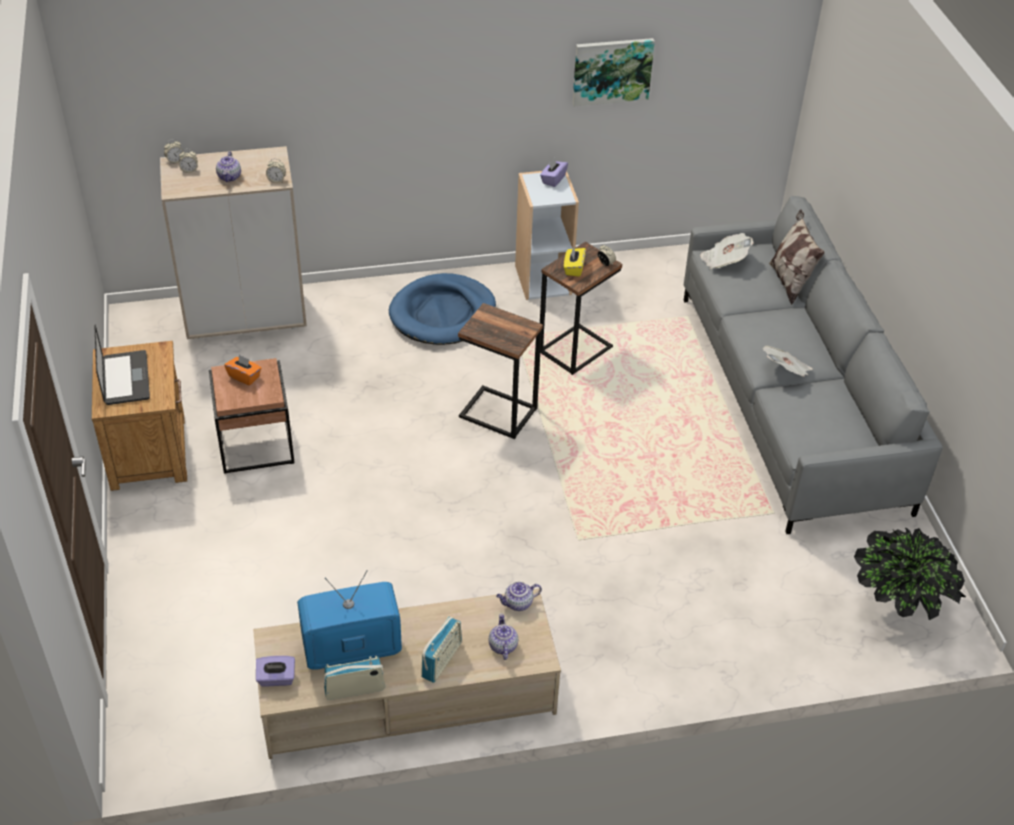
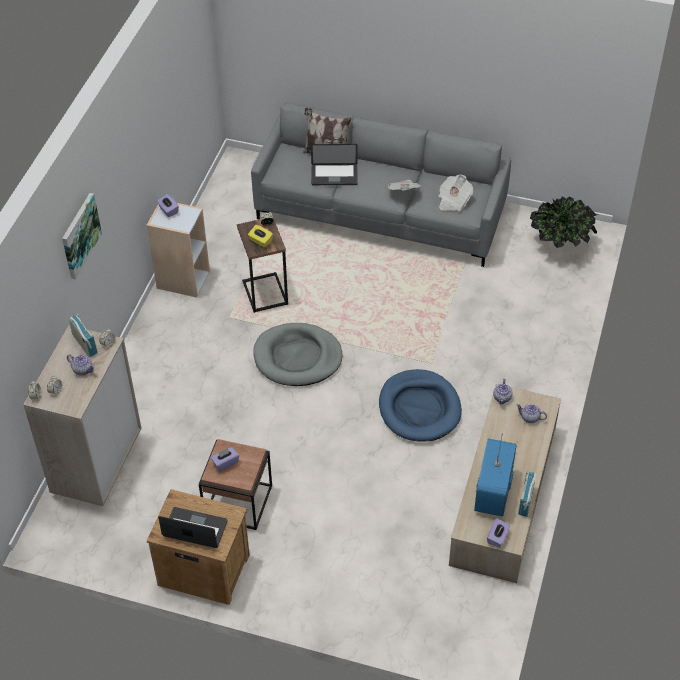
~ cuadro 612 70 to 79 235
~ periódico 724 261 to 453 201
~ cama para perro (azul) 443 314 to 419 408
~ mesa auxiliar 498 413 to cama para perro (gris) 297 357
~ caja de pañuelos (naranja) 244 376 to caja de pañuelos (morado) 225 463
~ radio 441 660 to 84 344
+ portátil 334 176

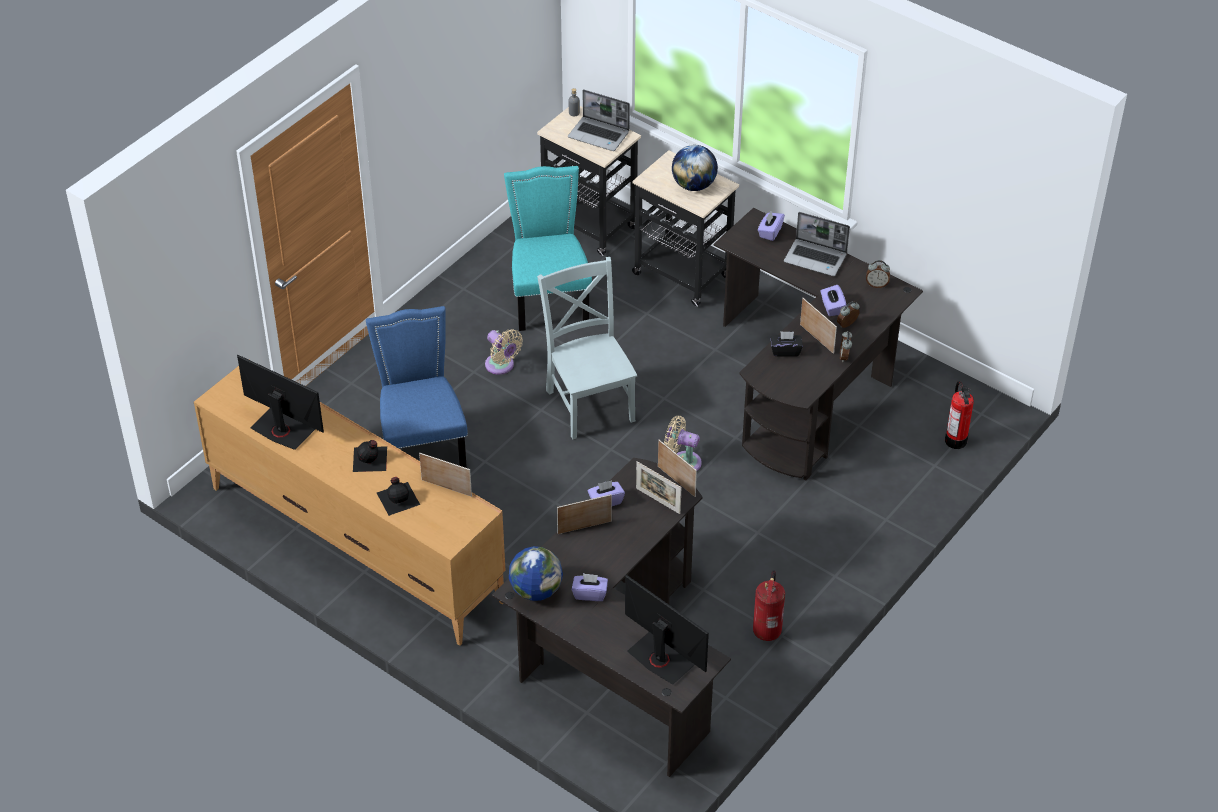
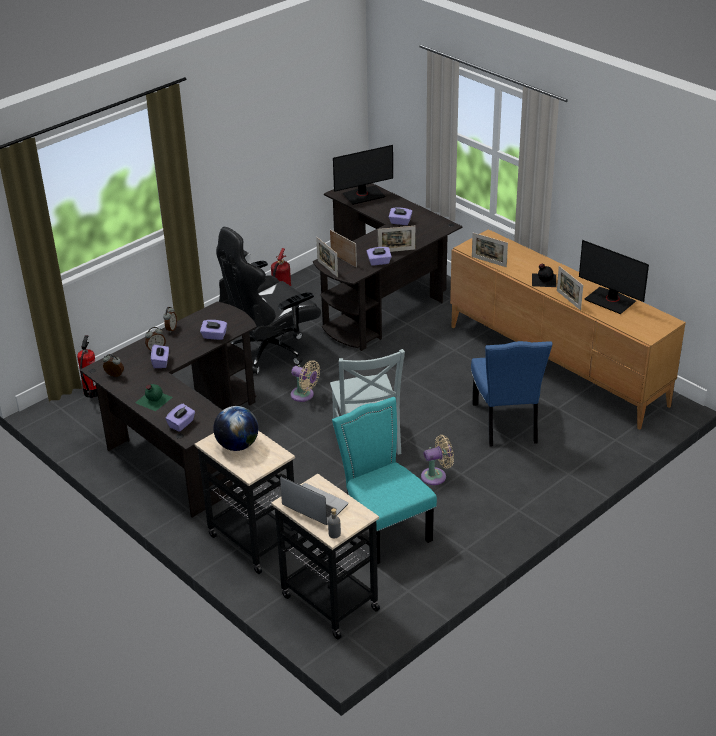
~ silla (turquesa) 549 300 = 384 530 150 degrees clockwise
~ portátil 816 258 to botella (verde) 153 400
~ portarretratos 816 339 to 568 300
~ ventilador (beis) 501 366 = 436 476 105 degrees clockwise
~ caja de pañuelos (negro) 785 351 to caja de pañuelos (morado) 214 336
- botella (negro) 398 498
- globo terráqueo 536 590
~ monitor 662 657 = 363 195 75 degrees counterclockwise
+ silla de oficina (negro) 272 349

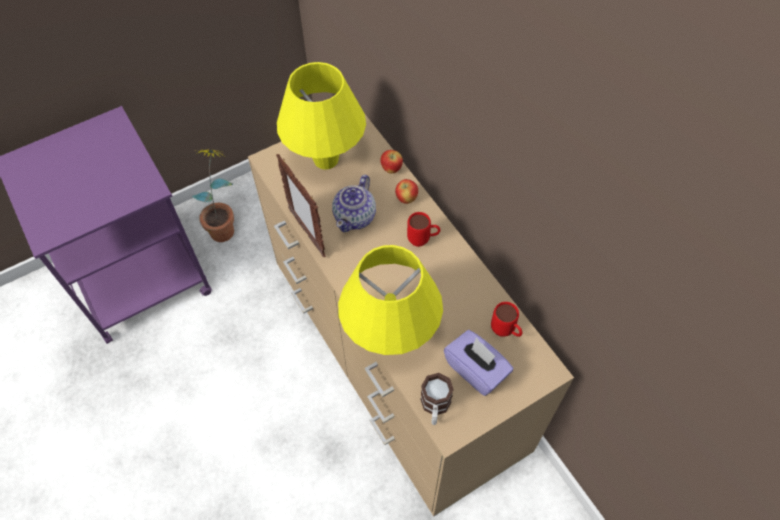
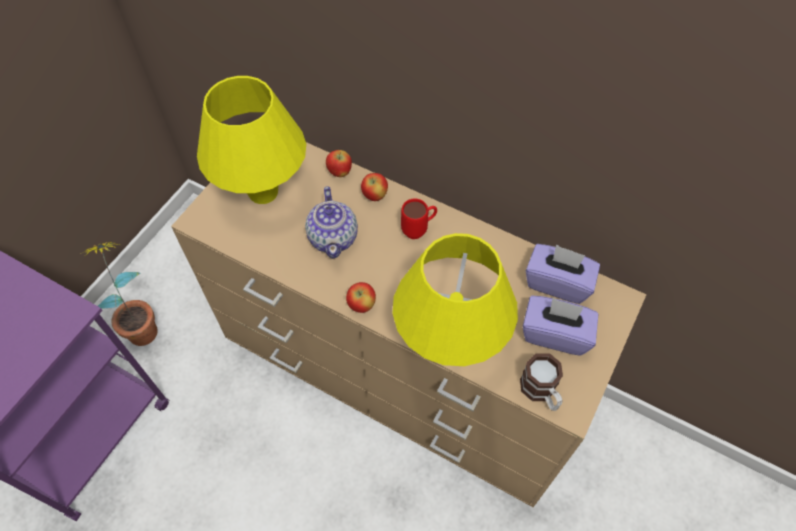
- portarretratos 307 233
~ taza grande (rojo) 505 332 to caja de pañuelos (morado) 557 282
+ manzana 362 305

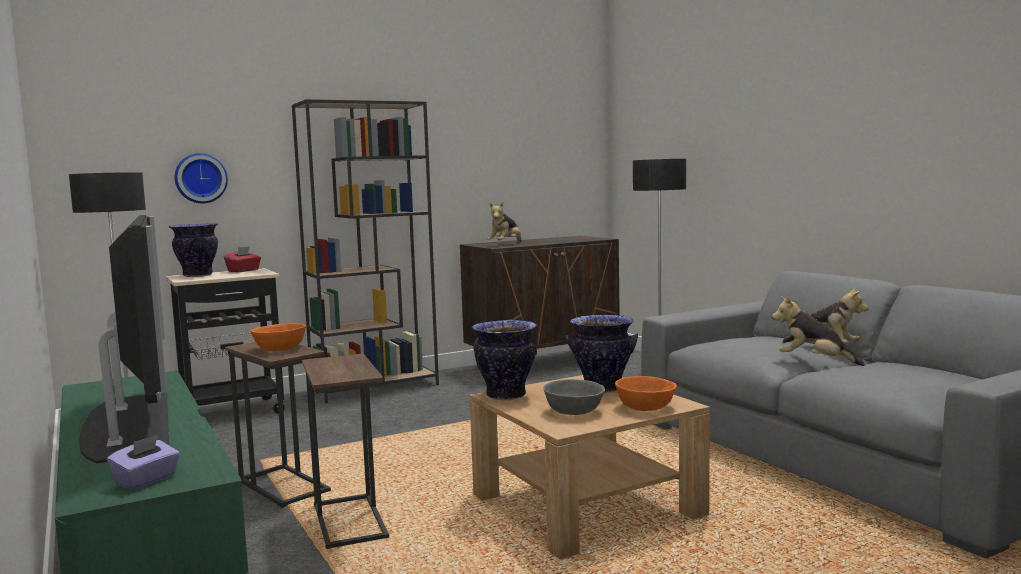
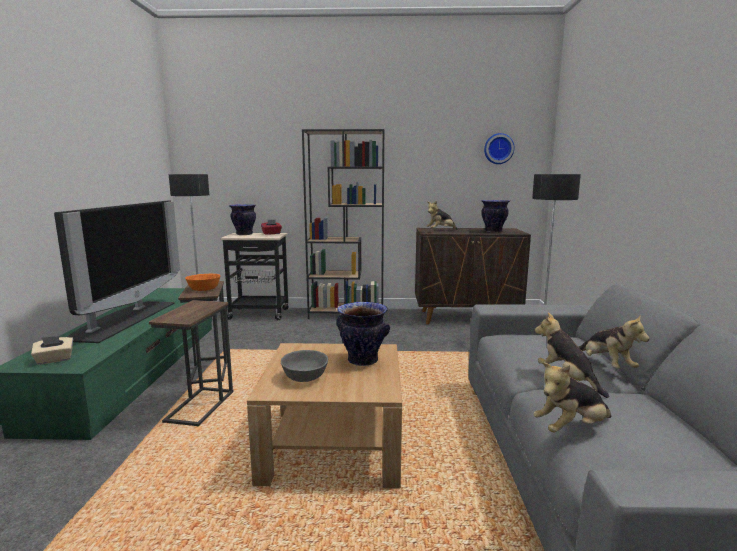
~ reloj de pared 200 178 to 498 149
~ florero 505 396 to 493 231
- cuenco (naranja) 645 407
~ caja de pañuelos (morado) 146 480 to caja de pañuelos (beis) 54 360
+ peluche 571 428

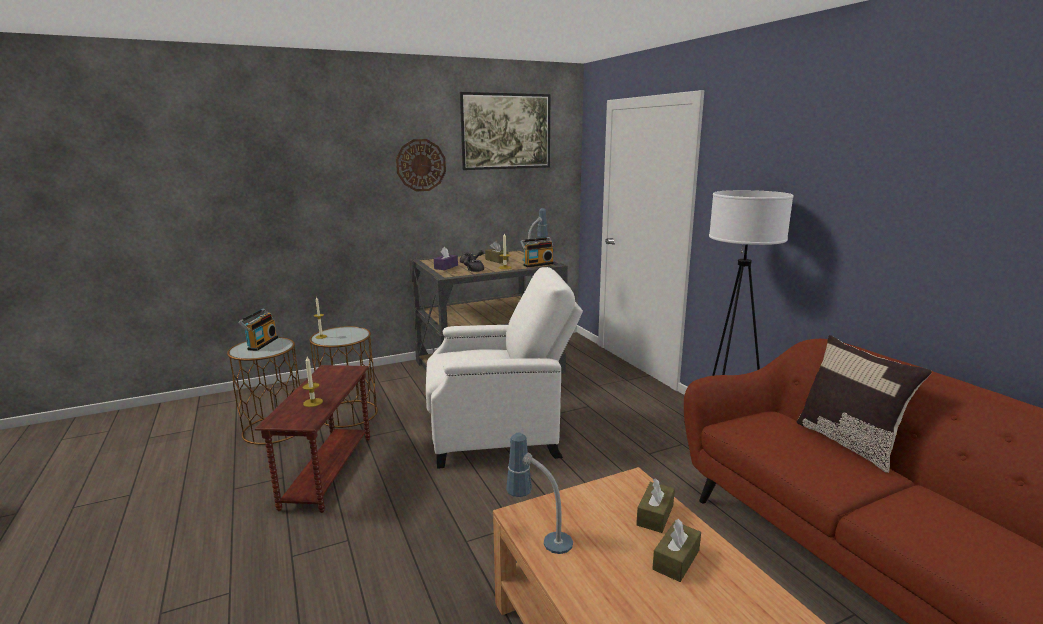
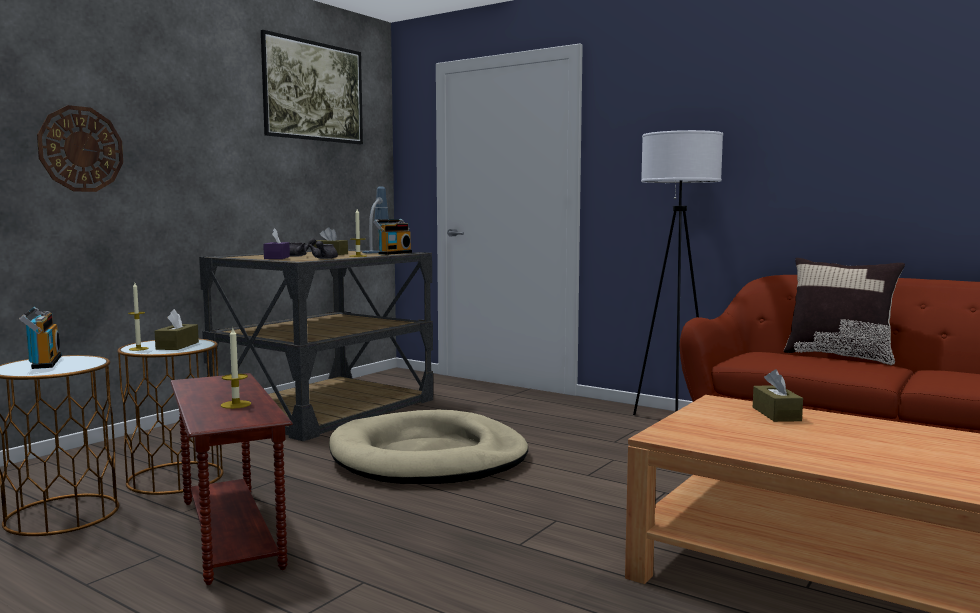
~ reloj de pared 421 165 to 81 149
~ sillón (blanco) 500 434 to cama para perro (beis) 429 457
- lámpara de mesa 539 537
~ caja de pañuelos (marrón) 676 560 to 177 346

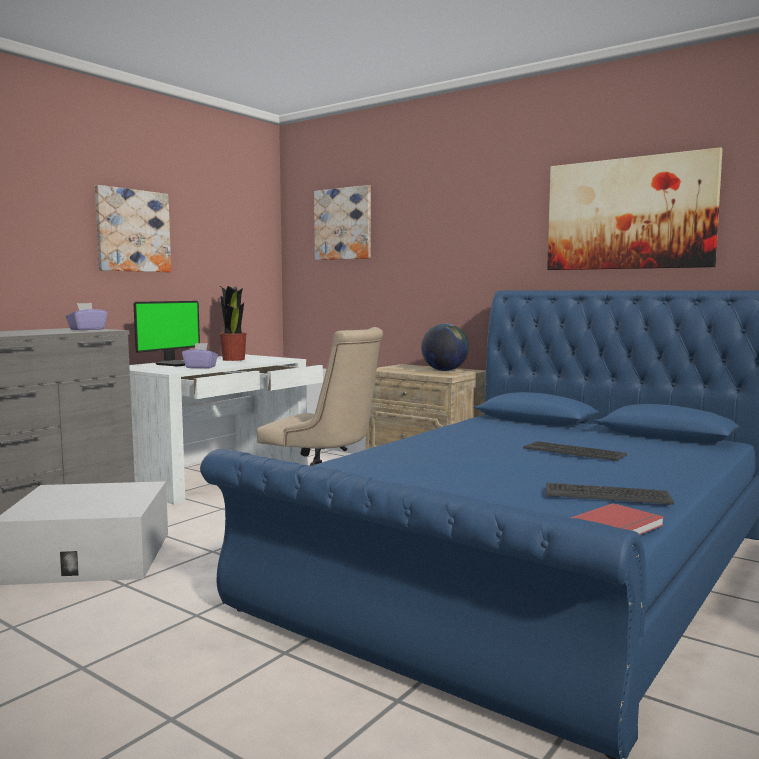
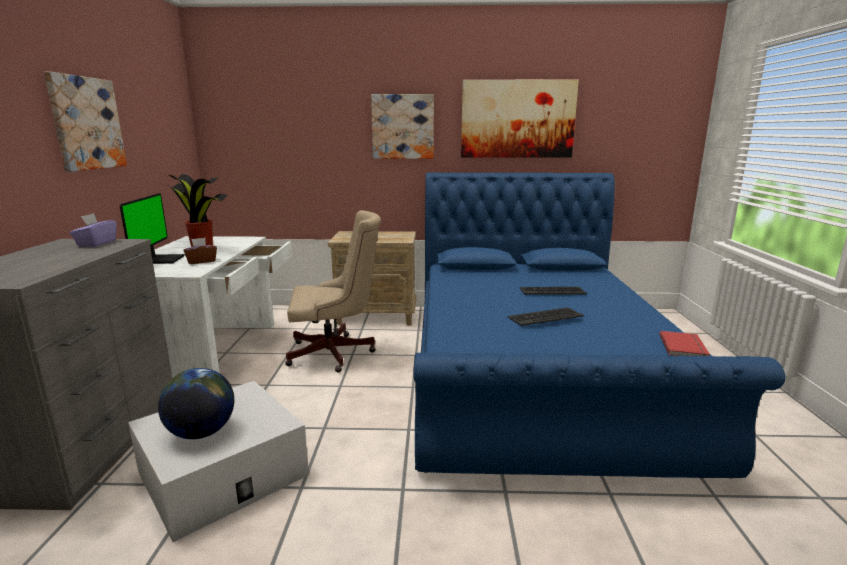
~ cuadro 343 224 to 403 127
~ globo terráqueo 444 370 to 201 432
~ caja de pañuelos (morado) 200 367 to caja de pañuelos (marrón) 201 261
~ teclado 607 494 to 545 317

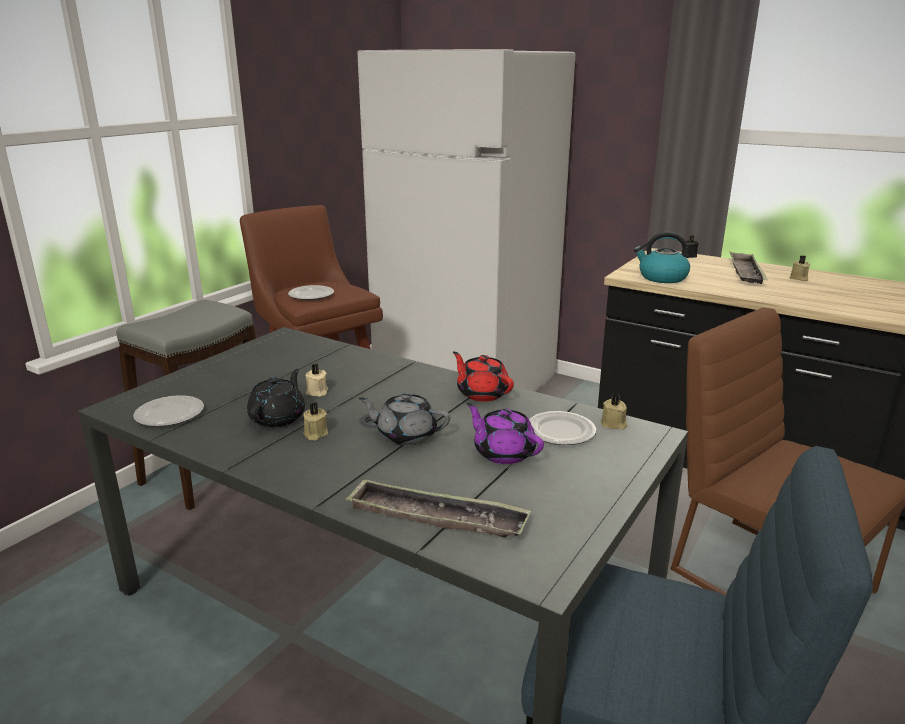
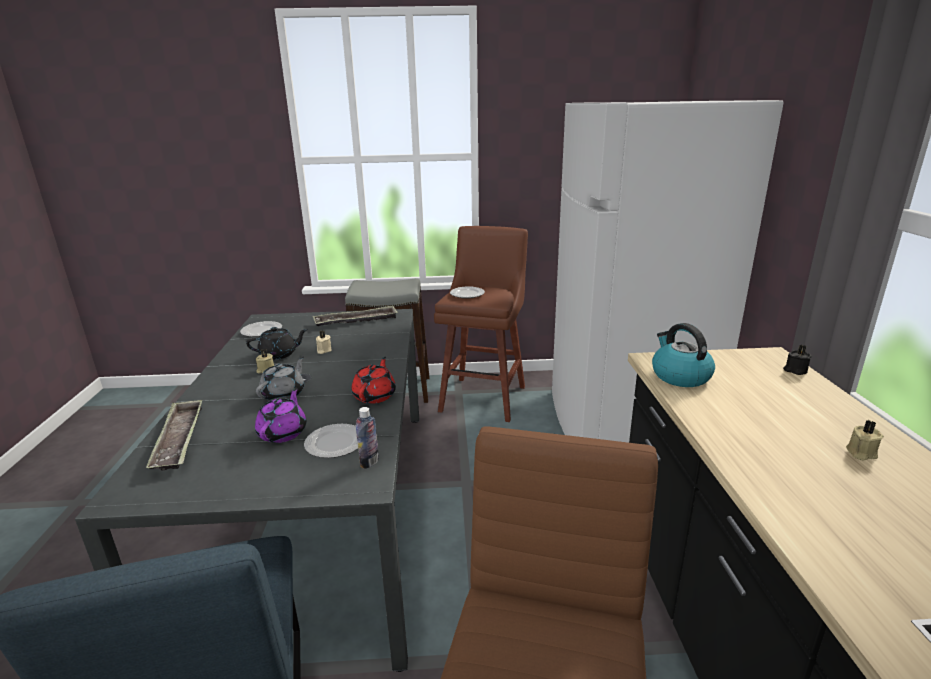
~ bandeja 745 273 to 356 321
~ tetera (gris) 406 435 = 284 394 45 degrees clockwise
~ vela (beis) 613 424 to botella 369 462

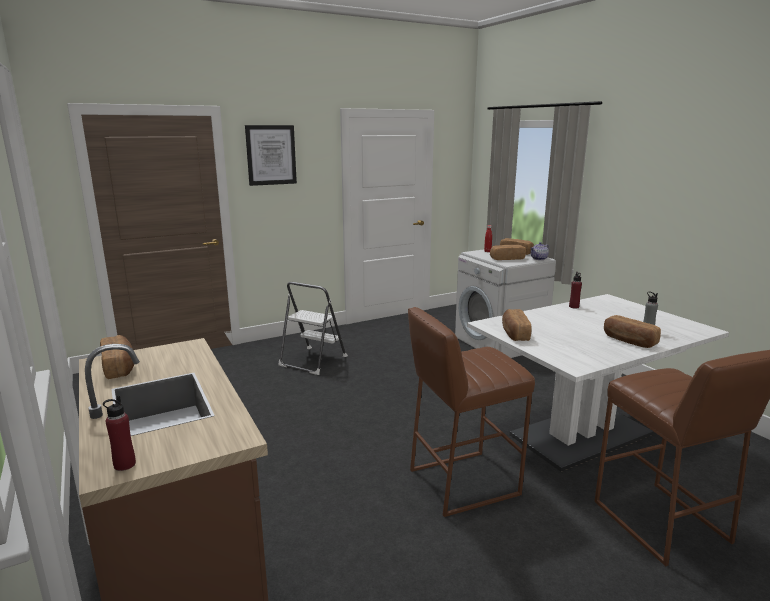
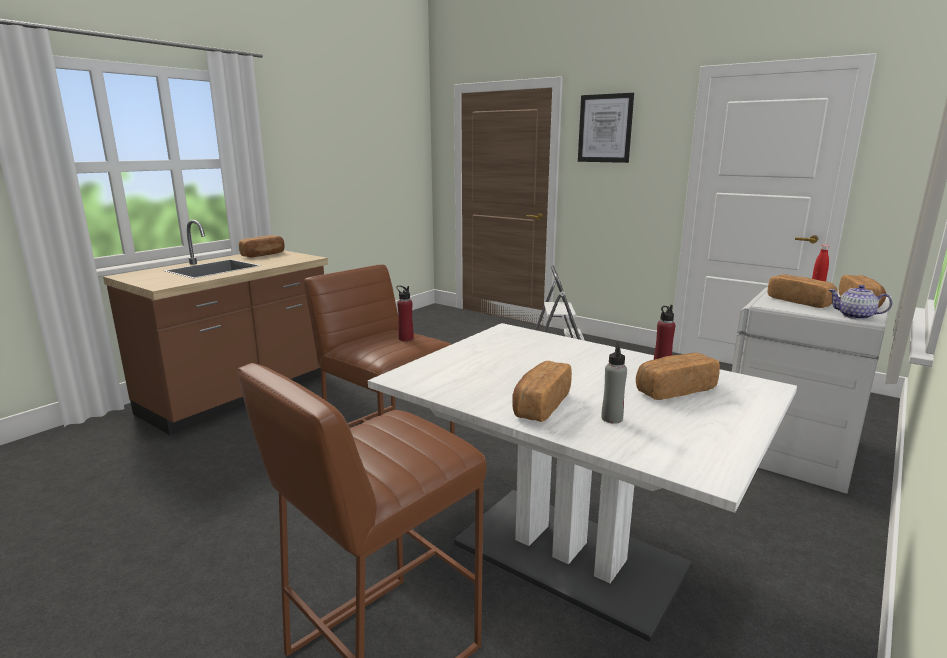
~ pan 514 334 to 674 390
~ botella (rojo) 124 464 to 406 338

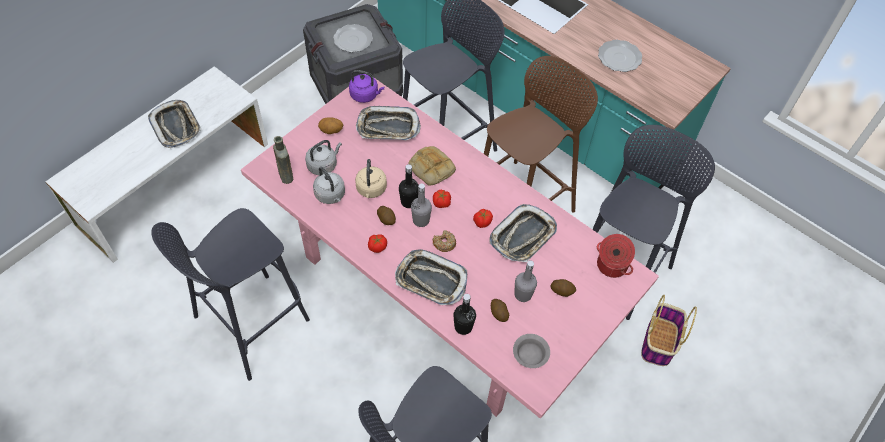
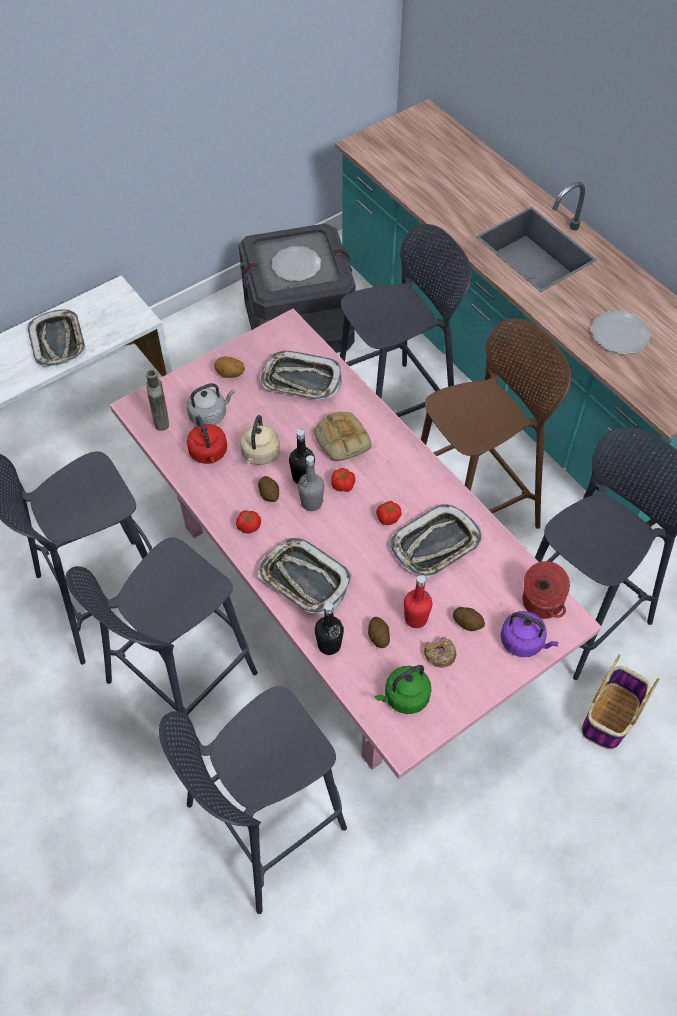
~ hervidor (morado) 365 95 to 524 642
~ hervidor (gris) 331 195 to hervidor (rojo) 209 453
~ rosquilla 444 243 to 439 654
~ botella (gris) 523 294 to botella (rojo) 415 618
~ cuenco (gris) 530 356 to hervidor (verde) 404 697
+ taburete (gris) 183 684

